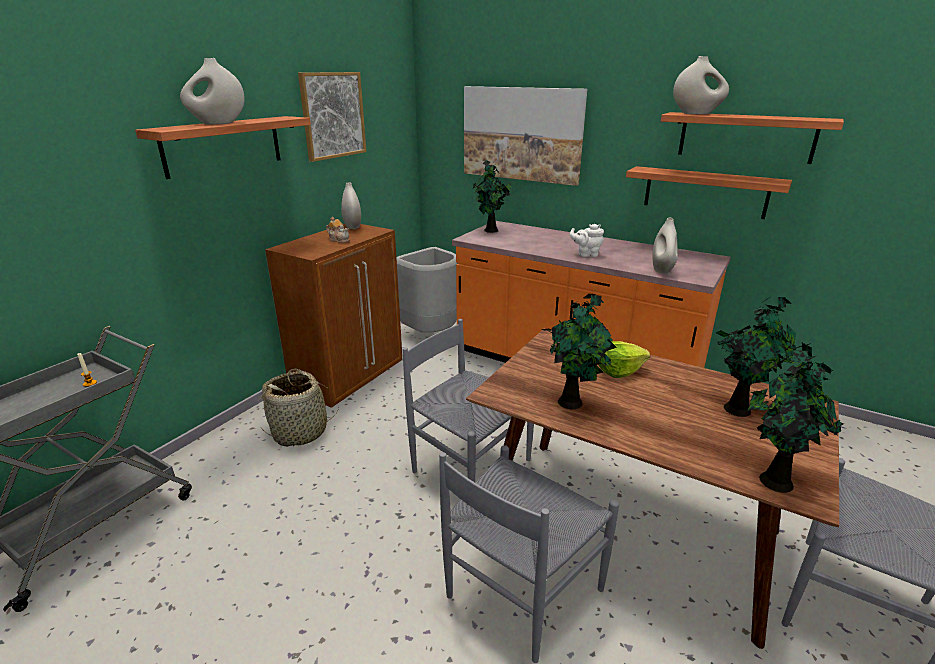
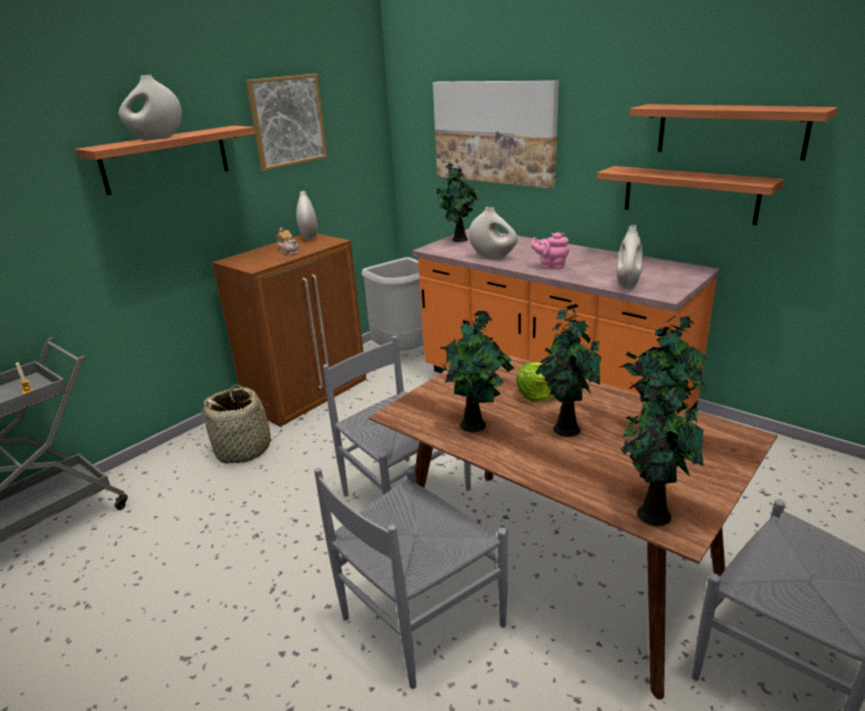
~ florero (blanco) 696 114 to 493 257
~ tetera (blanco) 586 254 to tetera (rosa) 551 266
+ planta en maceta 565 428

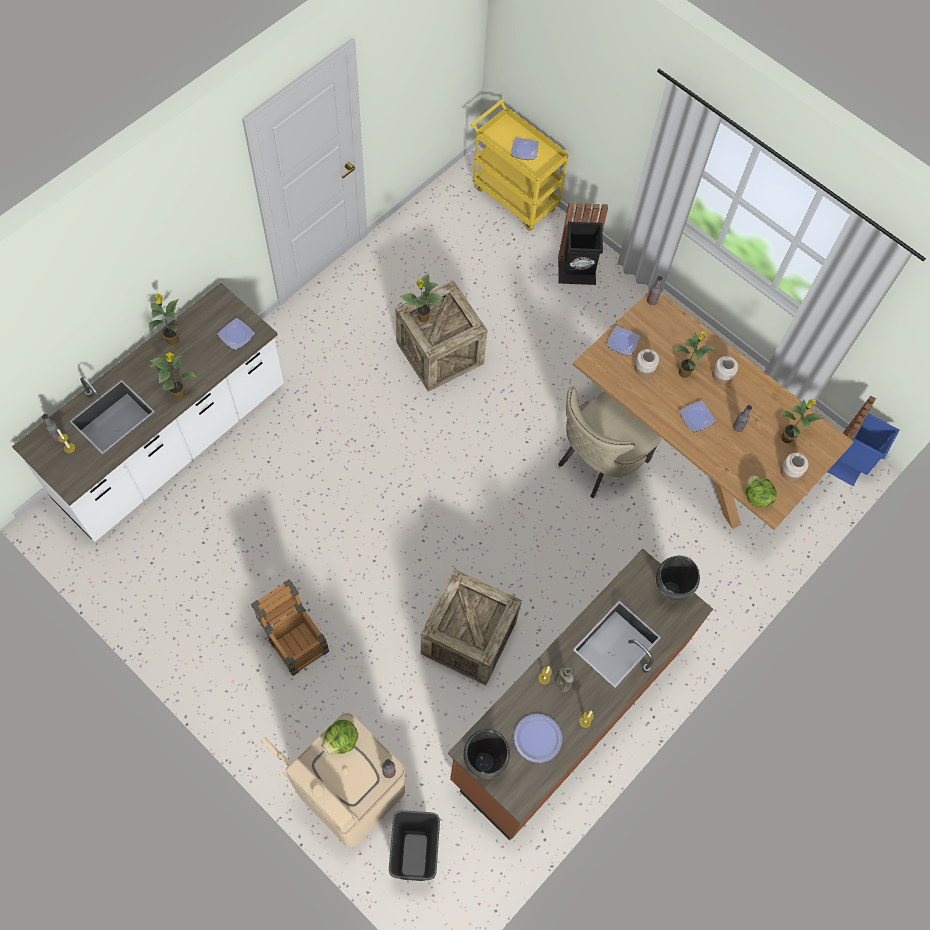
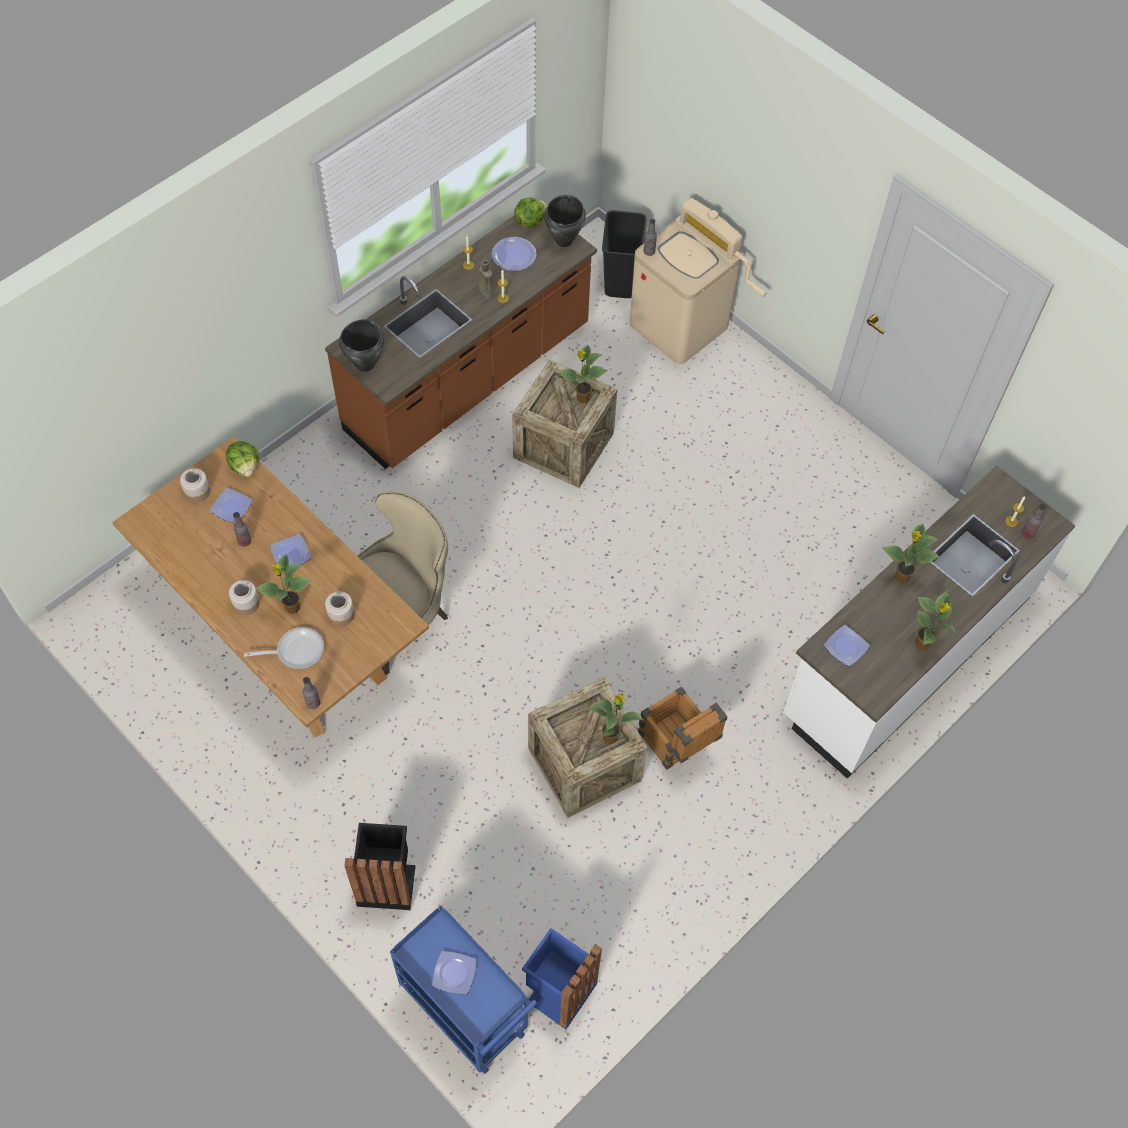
~ carrito (amarillo) 512 199 to carrito (azul) 466 1013
~ plato 621 342 to 232 507
~ papelera (azul) 848 463 to 558 991
~ planta en maceta 787 437 to 582 398
~ caja de embalaje 295 640 to 676 745
~ lechuga 341 741 to 530 221
+ sartén 296 650

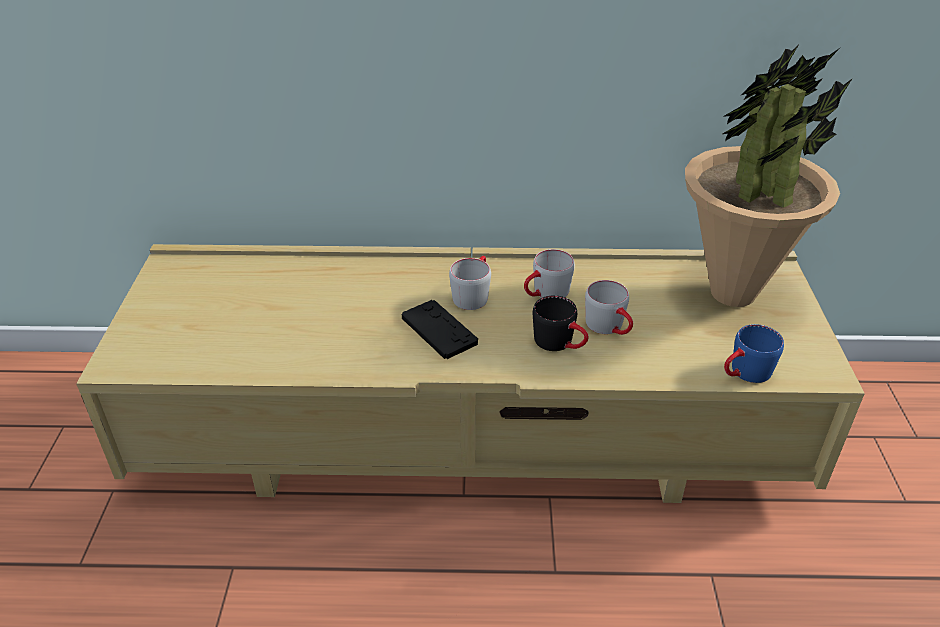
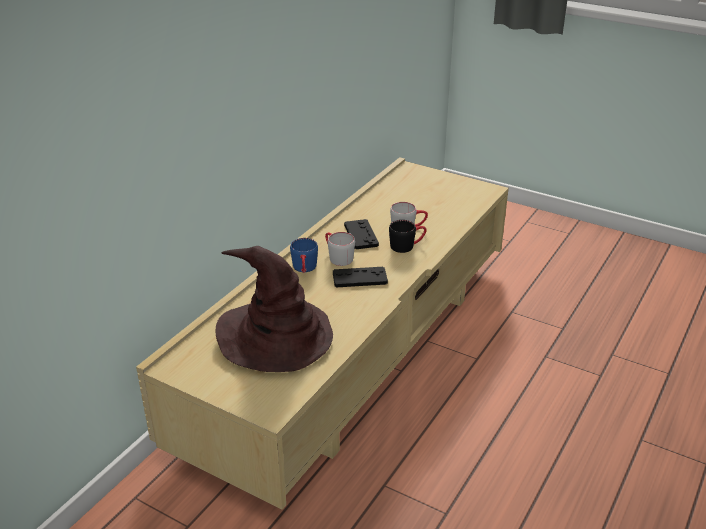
- planta en maceta 732 293
~ taza grande (gris) 545 294 to mando de consola (negro) 361 235
~ taza grande (azul) 744 374 to 305 269
+ sombrero (marrón) 276 336

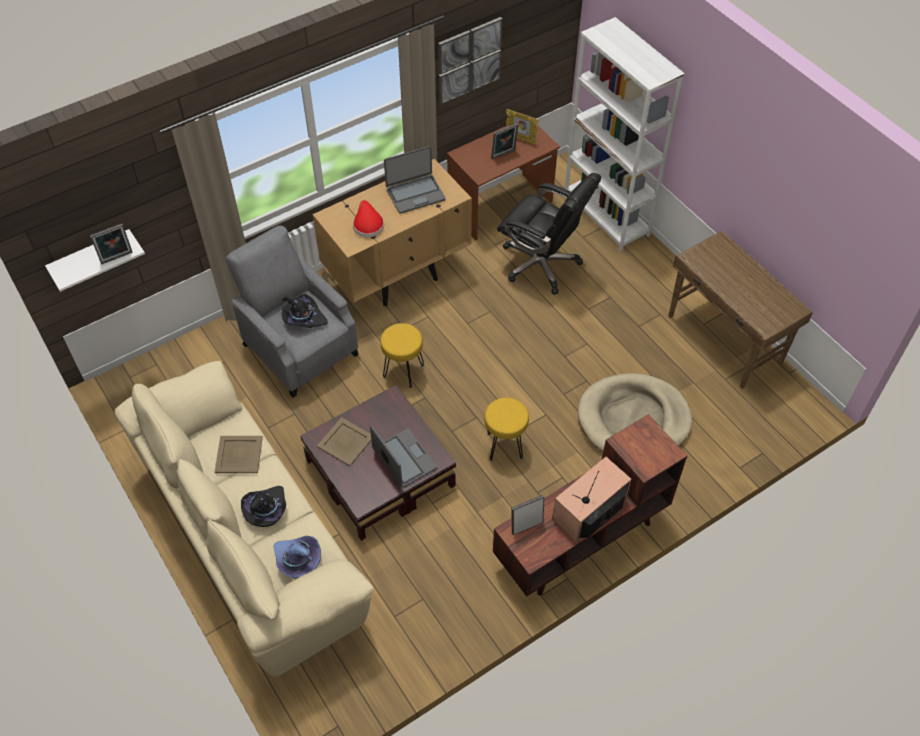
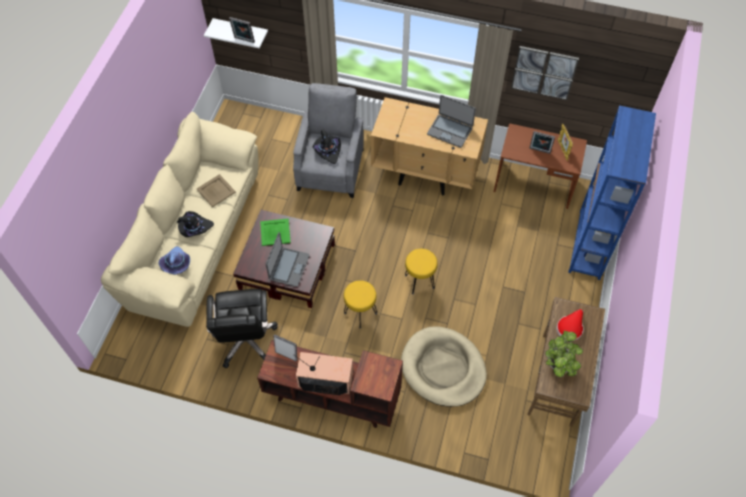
~ estantería (blanco) 606 215 to estantería (azul) 589 244
~ silla de oficina (negro) 541 264 to 246 340
~ sombrero (rojo) 368 224 to 570 327
~ taburete (amarillo) 403 370 to 419 281
~ bandeja (beis) 345 441 to bandeja (verde) 275 232
+ planta en maceta 559 365

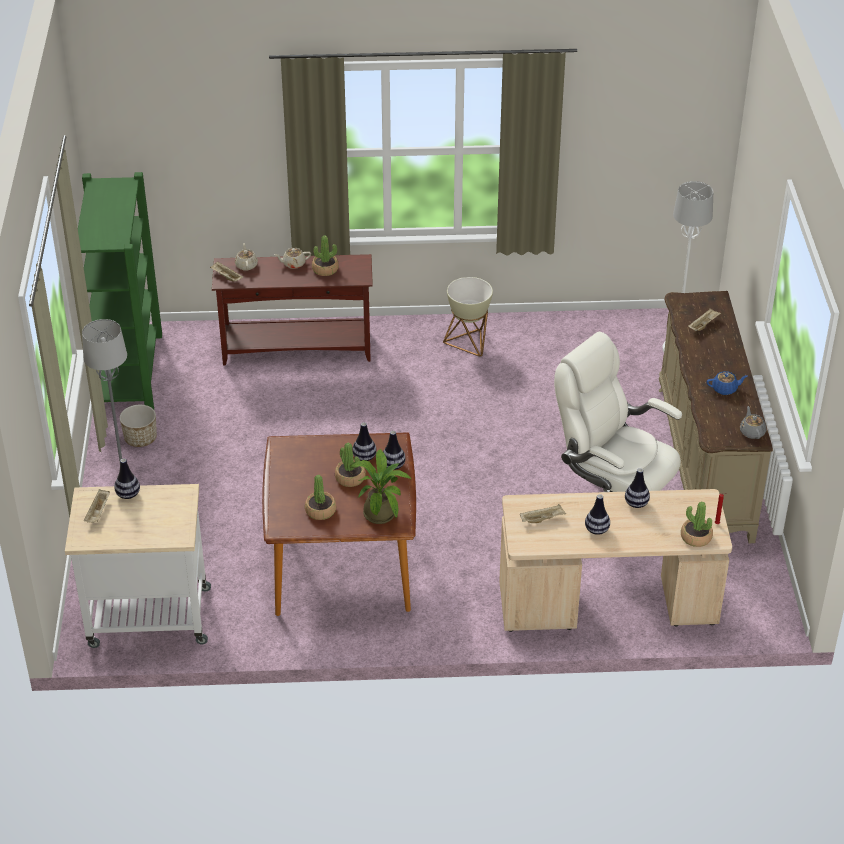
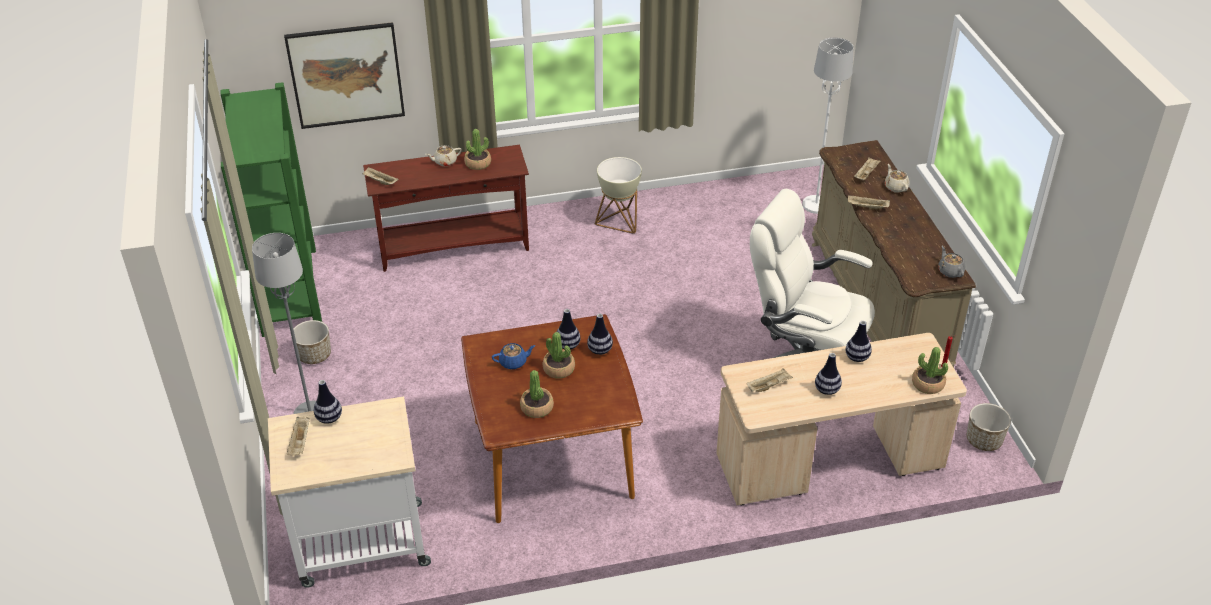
~ tetera (beis) 246 265 to 895 187
~ tetera (azul) 725 389 to 513 362
- planta en maceta 381 511
+ cuadro 346 75
+ bandeja (beis) 867 207
+ maceta 983 440

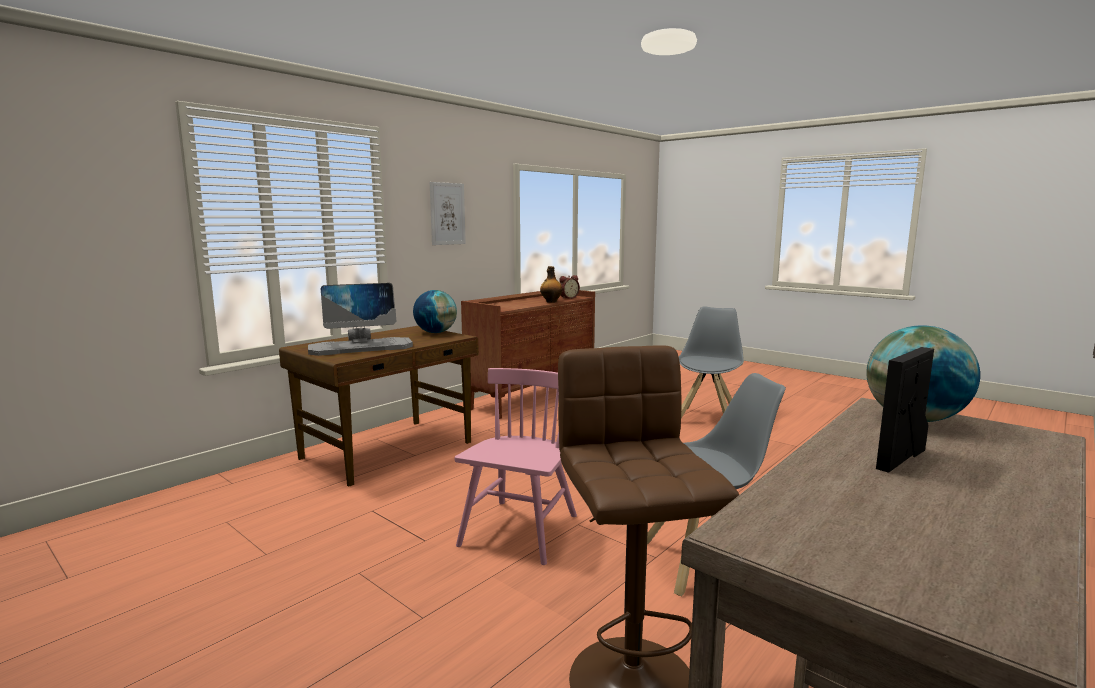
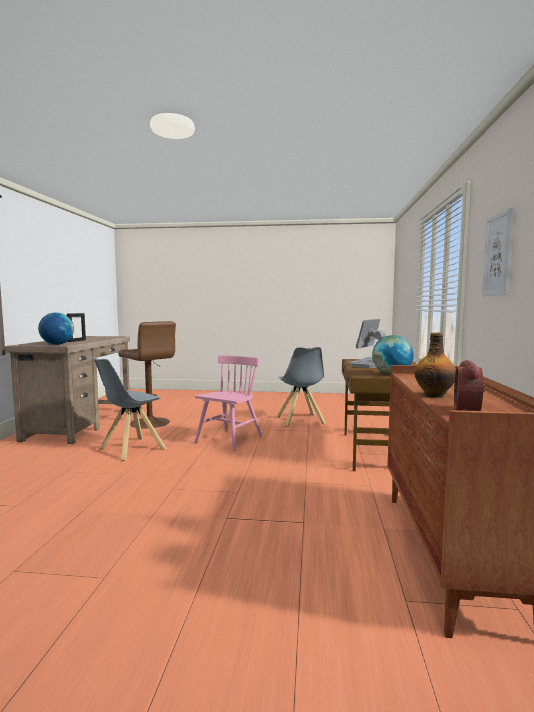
~ silla (gris) 707 418 to 300 420
~ silla (rosa) 519 531 = 229 439 135 degrees counterclockwise

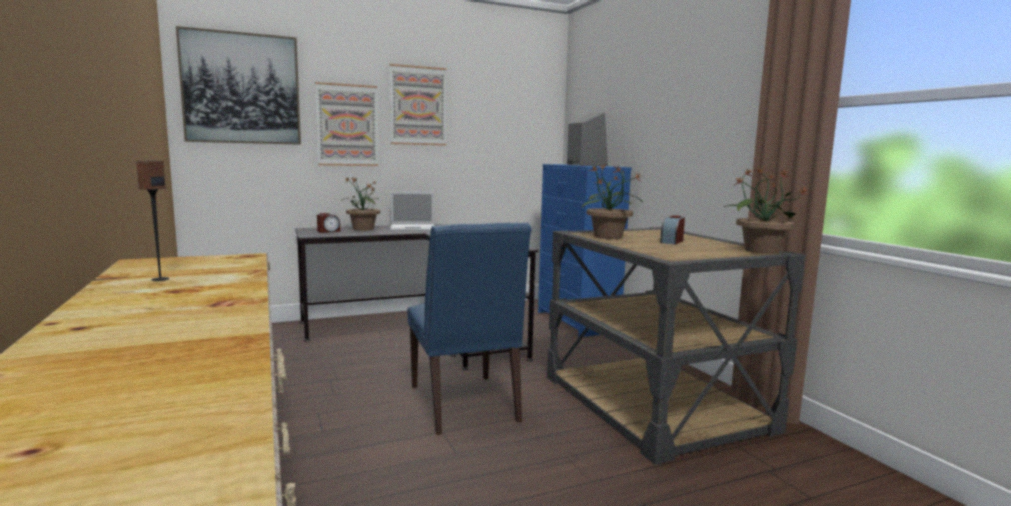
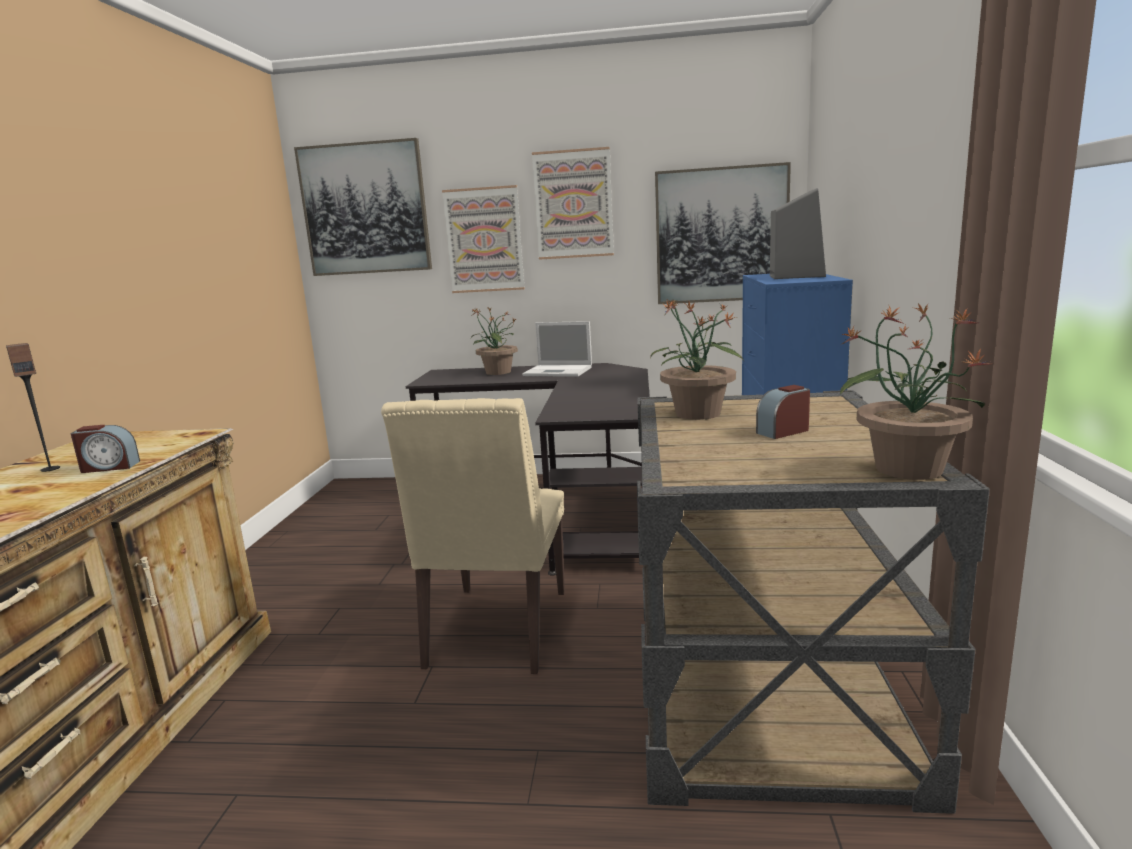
~ despertador 328 231 to 109 467
~ silla (azul) 463 403 to silla (beis) 497 627
+ cuadro 721 235

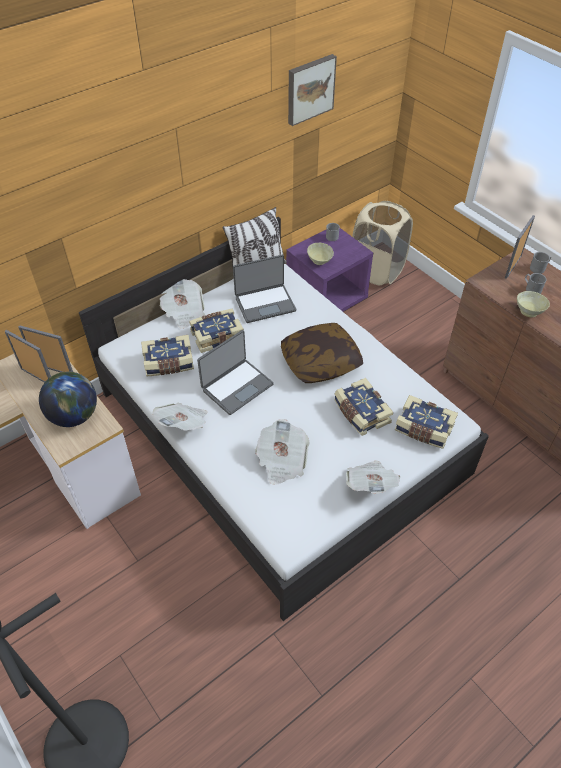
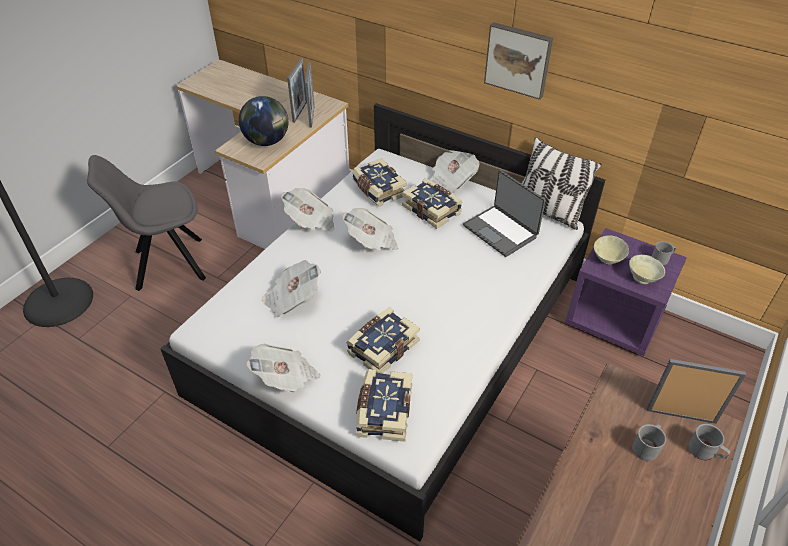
~ cuadro 309 89 to 518 59
- cesto de la ropa (beis) 377 270
~ cuenco (beis) 529 312 to 643 278
- cojín 320 362
~ portátil 236 386 to periódico 372 241
+ silla (gris) 169 264

